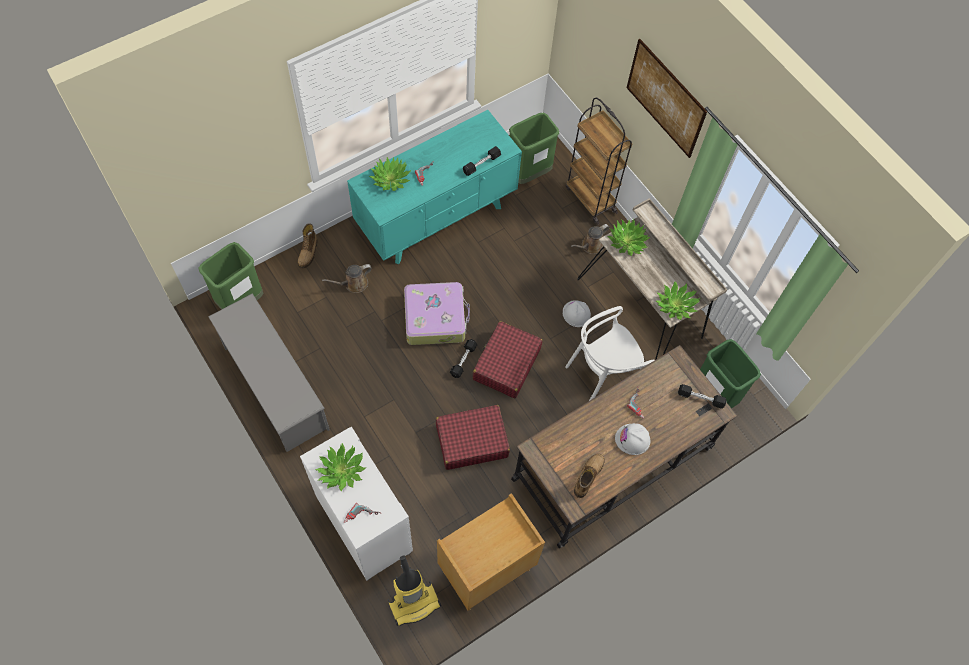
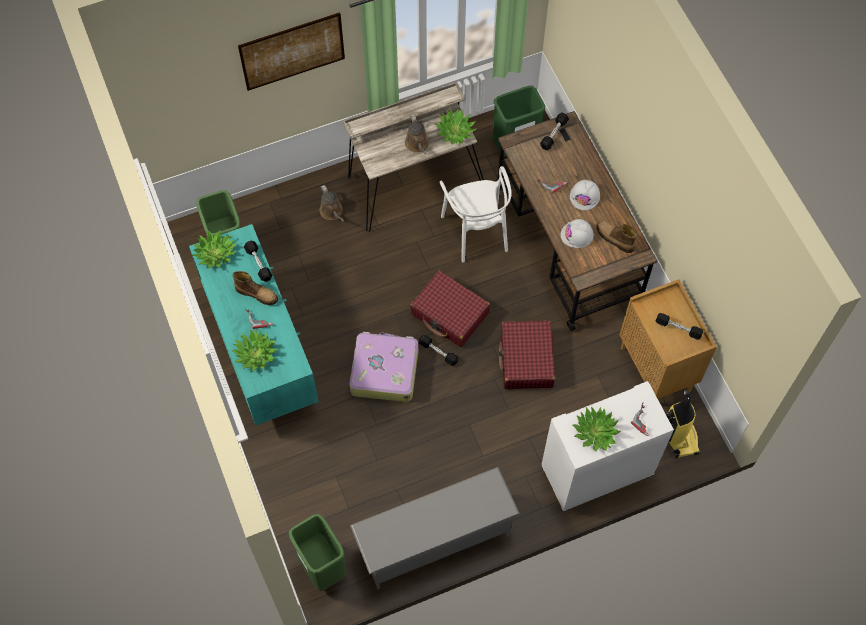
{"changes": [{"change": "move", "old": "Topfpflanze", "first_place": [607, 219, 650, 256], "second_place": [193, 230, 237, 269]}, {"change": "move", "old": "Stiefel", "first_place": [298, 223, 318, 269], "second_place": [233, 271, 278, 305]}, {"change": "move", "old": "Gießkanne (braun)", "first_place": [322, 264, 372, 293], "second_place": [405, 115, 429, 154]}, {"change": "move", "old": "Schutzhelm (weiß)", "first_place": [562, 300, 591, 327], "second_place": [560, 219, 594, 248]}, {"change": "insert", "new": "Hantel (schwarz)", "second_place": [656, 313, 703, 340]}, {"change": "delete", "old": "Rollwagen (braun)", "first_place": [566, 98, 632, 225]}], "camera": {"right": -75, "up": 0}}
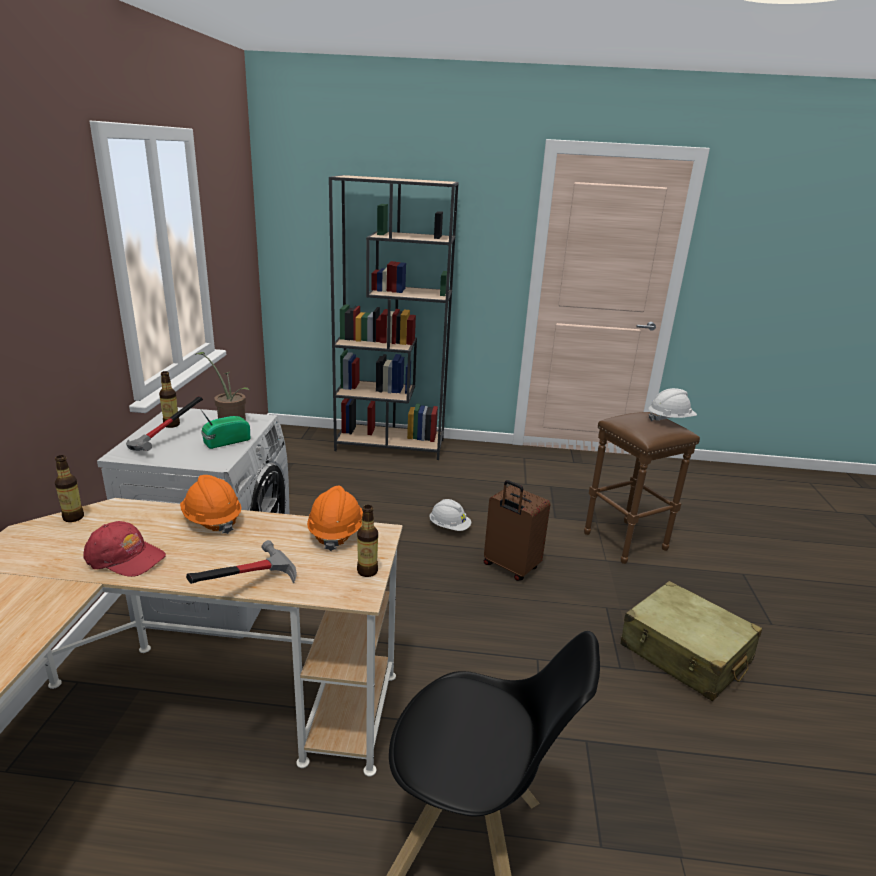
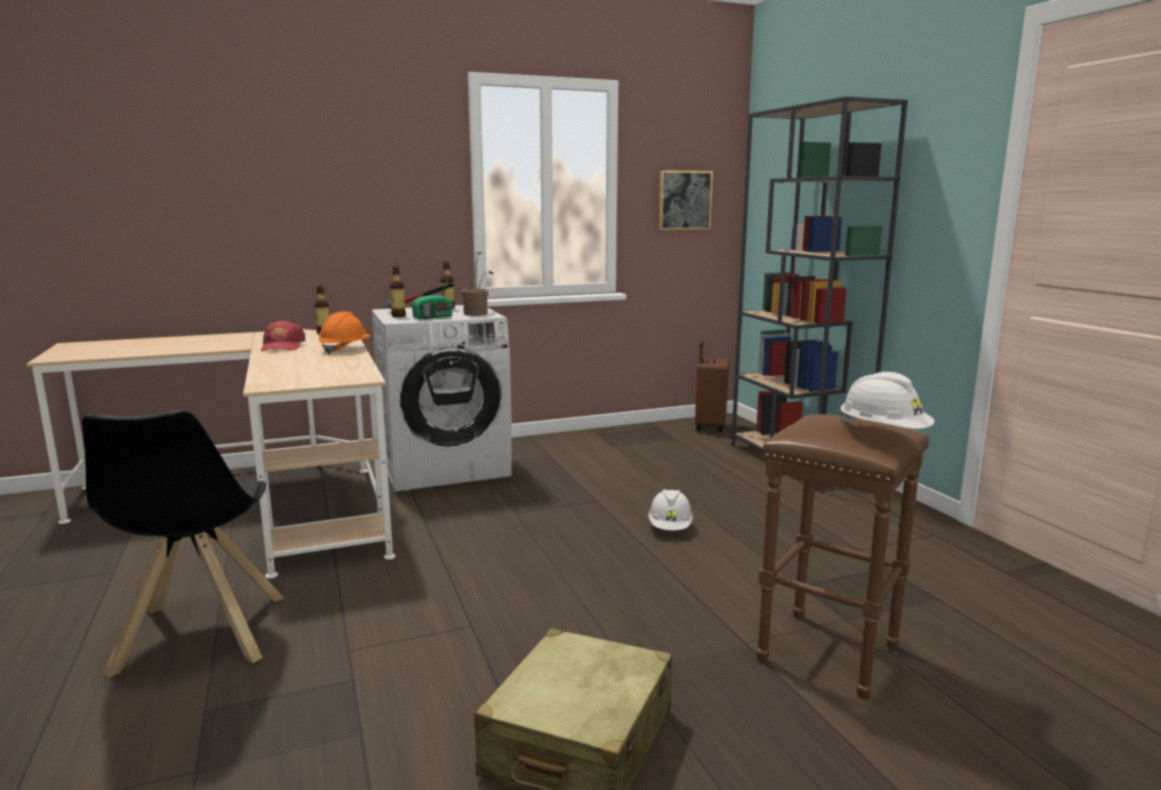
{"changes": [{"change": "move", "old": "Flasche", "first_place": [357, 505, 378, 577], "second_place": [390, 265, 406, 317]}, {"change": "rotate", "old": "Radio", "first_place": [201, 410, 250, 449], "second_place": [412, 279, 453, 319], "degrees": 120}, {"change": "insert", "new": "Bild", "second_place": [659, 170, 713, 230]}, {"change": "move", "old": "Koffer (braun)", "first_place": [484, 480, 550, 581], "second_place": [695, 341, 729, 432]}, {"change": "delete", "old": "Hammer", "first_place": [186, 540, 297, 584]}, {"change": "delete", "old": "Schutzhelm (orange)", "first_place": [307, 486, 363, 551]}], "camera": {"right": 65, "up": -10}}
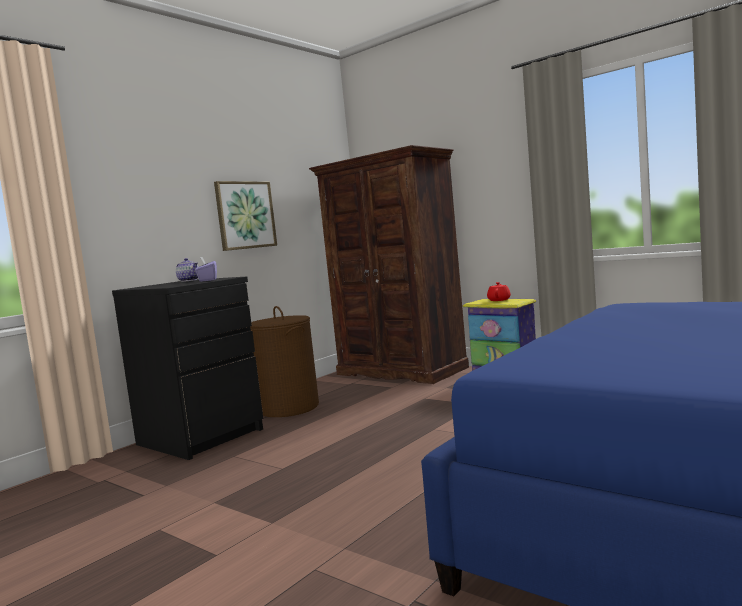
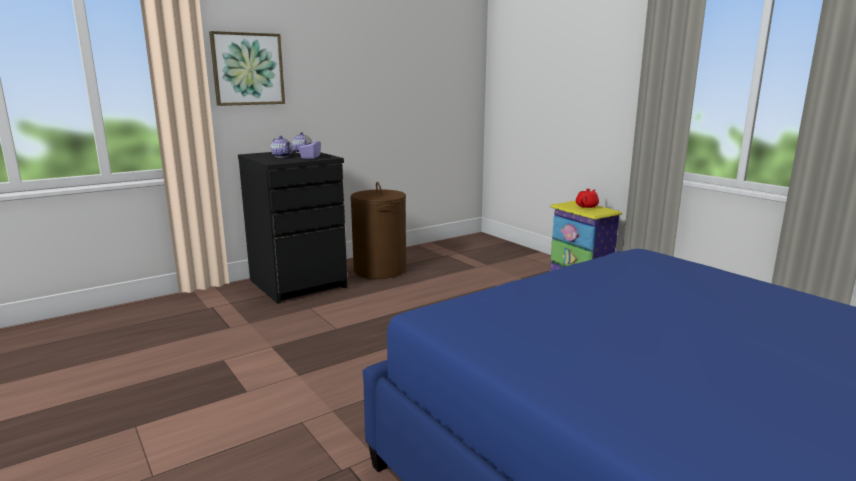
{"changes": [{"change": "move", "old": "Bild", "first_place": [214, 181, 277, 251], "second_place": [209, 31, 285, 106]}, {"change": "insert", "new": "Teekanne", "second_place": [271, 136, 293, 157]}, {"change": "delete", "old": "Kleiderschrank (braun)", "first_place": [309, 145, 469, 384]}], "camera": {"right": 15, "up": 10}}
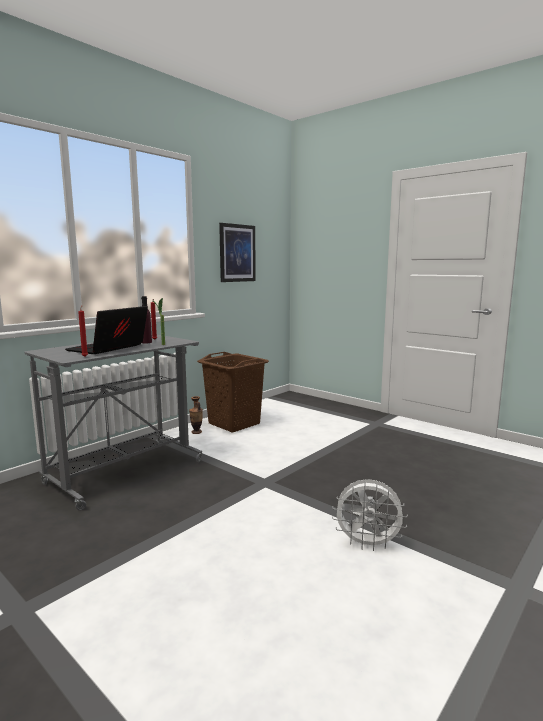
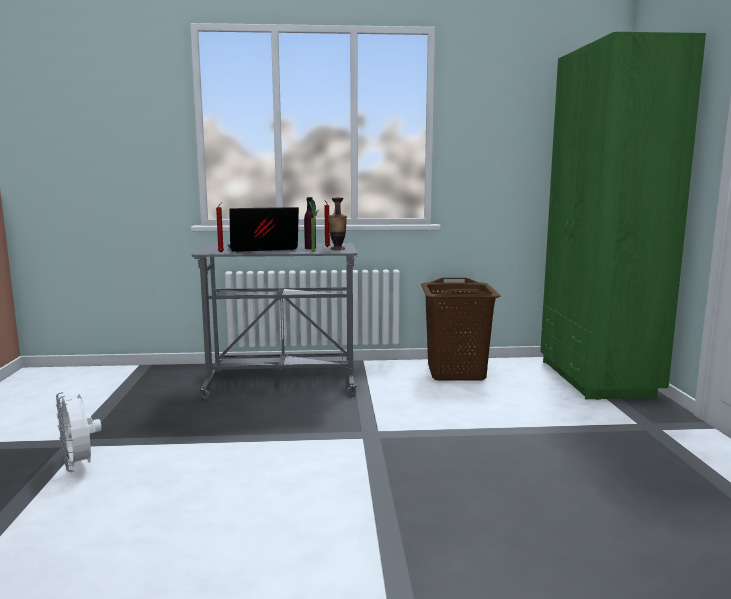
{"changes": [{"change": "move", "old": "Ventilator (weiß)", "first_place": [332, 479, 408, 551], "second_place": [56, 392, 102, 472]}, {"change": "move", "old": "Vase", "first_place": [189, 396, 203, 434], "second_place": [328, 198, 347, 250]}, {"change": "insert", "new": "Kleiderschrank (grün)", "second_place": [540, 32, 706, 400]}, {"change": "delete", "old": "Bild", "first_place": [219, 223, 256, 282]}], "camera": {"right": 45, "up": 0}}
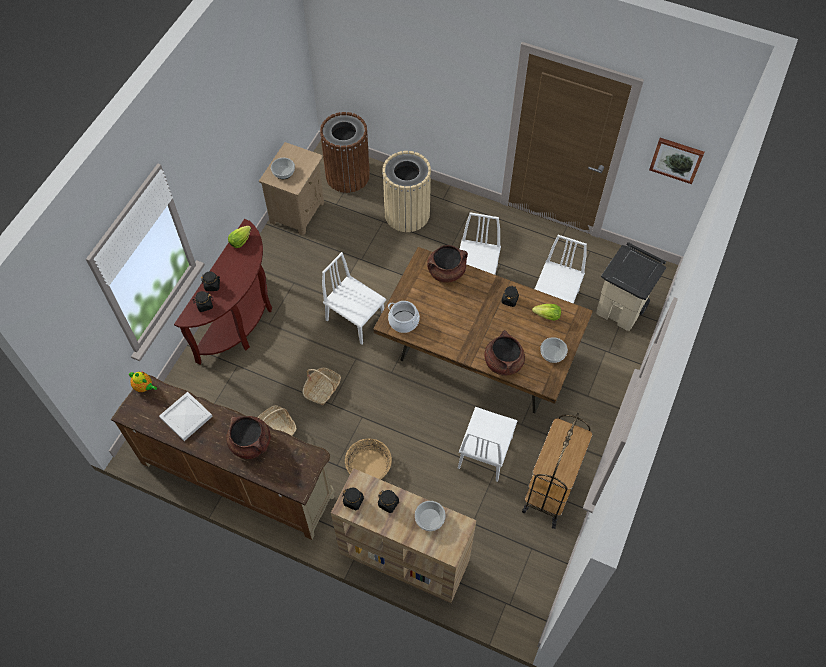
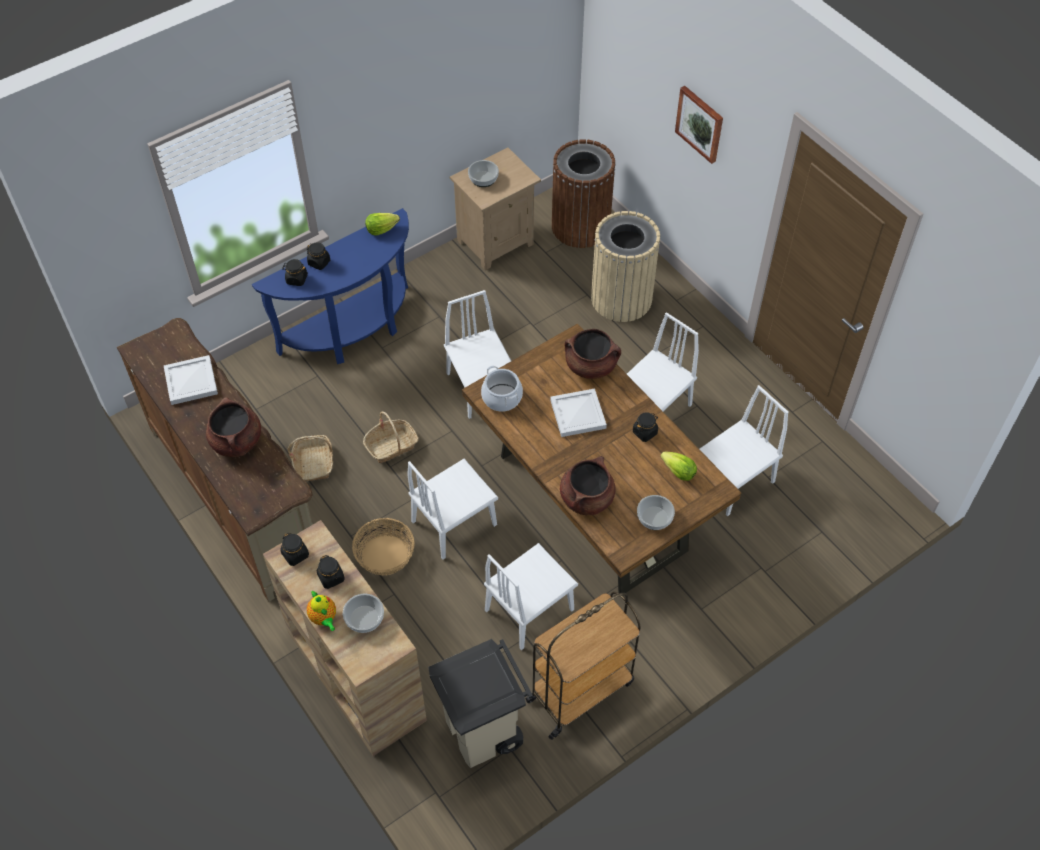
{"changes": [{"change": "recolor", "old": "Konsolentisch (braun)", "new": "Konsolentisch (blau)", "first_place": [174, 219, 272, 364], "second_place": [252, 208, 409, 364]}, {"change": "move", "old": "Teekanne", "first_place": [129, 371, 157, 392], "second_place": [307, 590, 336, 631]}, {"change": "insert", "new": "Stuhl (weiß)", "second_place": [407, 458, 498, 560]}, {"change": "move", "old": "Mülleimer (beige)", "first_place": [596, 242, 666, 331], "second_place": [428, 639, 533, 768]}, {"change": "insert", "new": "Tablett (weiß)", "second_place": [550, 389, 607, 437]}, {"change": "move", "old": "Bild", "first_place": [649, 138, 704, 184], "second_place": [675, 86, 723, 164]}], "camera": {"right": 30, "up": -5}}
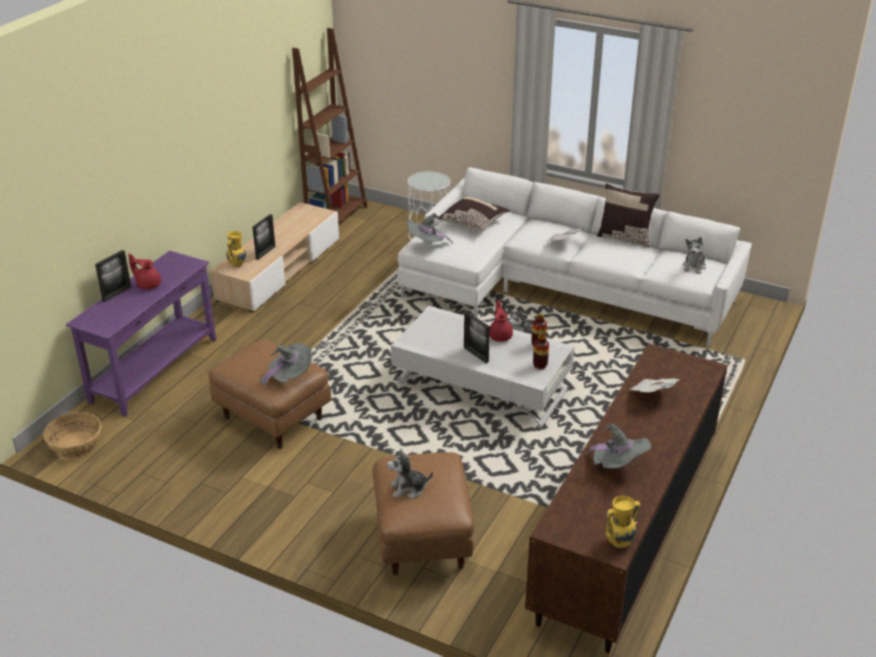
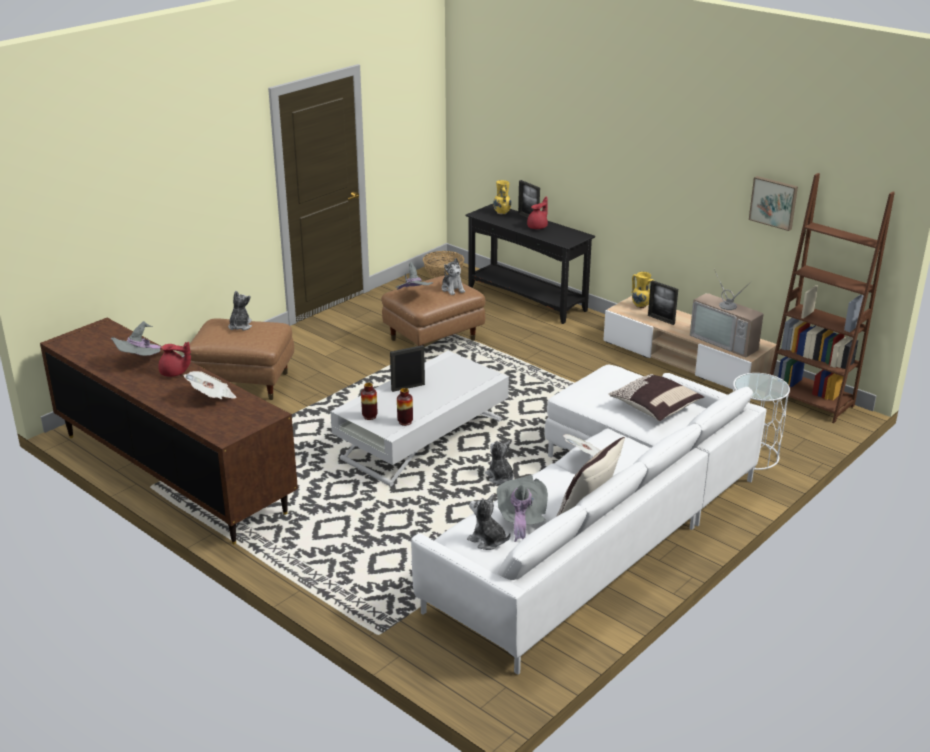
{"changes": [{"change": "move", "old": "Teekanne (rot)", "first_place": [490, 300, 513, 342], "second_place": [159, 342, 191, 377]}, {"change": "insert", "new": "Plüschtier", "second_place": [442, 258, 465, 295]}, {"change": "recolor", "old": "Konsolentisch (lila)", "new": "Konsolentisch (schwarz)", "first_place": [66, 251, 216, 417], "second_place": [465, 204, 595, 324]}, {"change": "move", "old": "Vase (gelb)", "first_place": [606, 496, 640, 548], "second_place": [493, 180, 511, 214]}, {"change": "move", "old": "Hut (grau)", "first_place": [407, 213, 453, 244], "second_place": [497, 475, 548, 542]}, {"change": "insert", "new": "Fernseher", "second_place": [690, 269, 763, 358]}, {"change": "insert", "new": "Bild", "second_place": [749, 176, 798, 231]}], "camera": {"right": 105, "up": -5}}
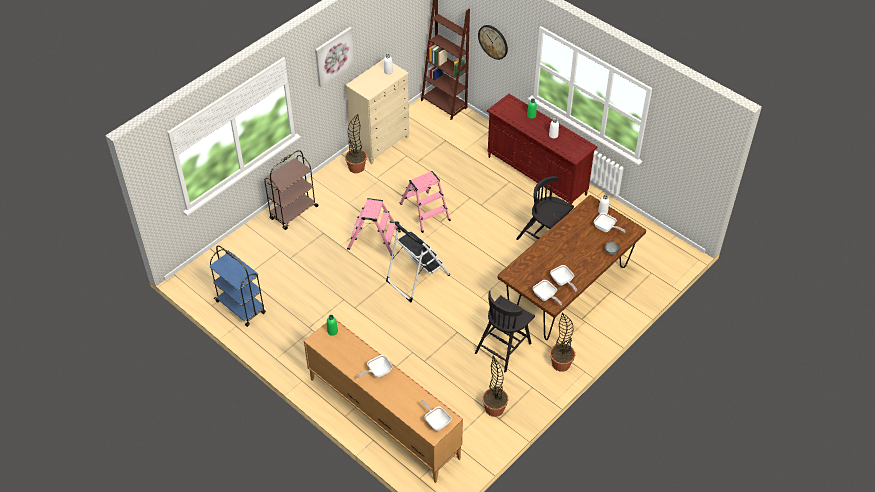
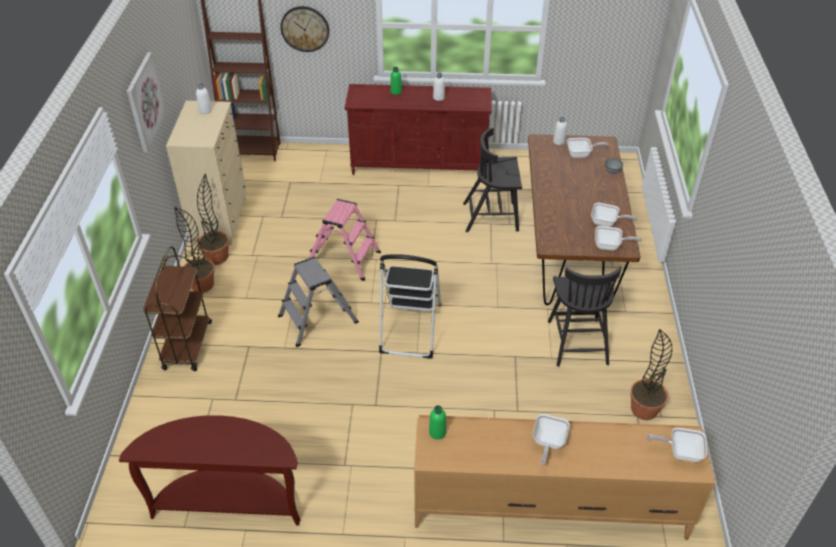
{"changes": [{"change": "replace", "old": "Rollwagen (blau)", "new": "Konsolentisch (braun)", "first_place": [210, 245, 266, 327], "second_place": [119, 415, 300, 526]}, {"change": "move", "old": "Topfpflanze", "first_place": [550, 313, 575, 372], "second_place": [174, 207, 215, 293]}, {"change": "recolor", "old": "Trittleiter (rosa)", "new": "Trittleiter (grau)", "first_place": [347, 198, 401, 256], "second_place": [278, 257, 359, 347]}], "camera": {"right": -40, "up": -5}}
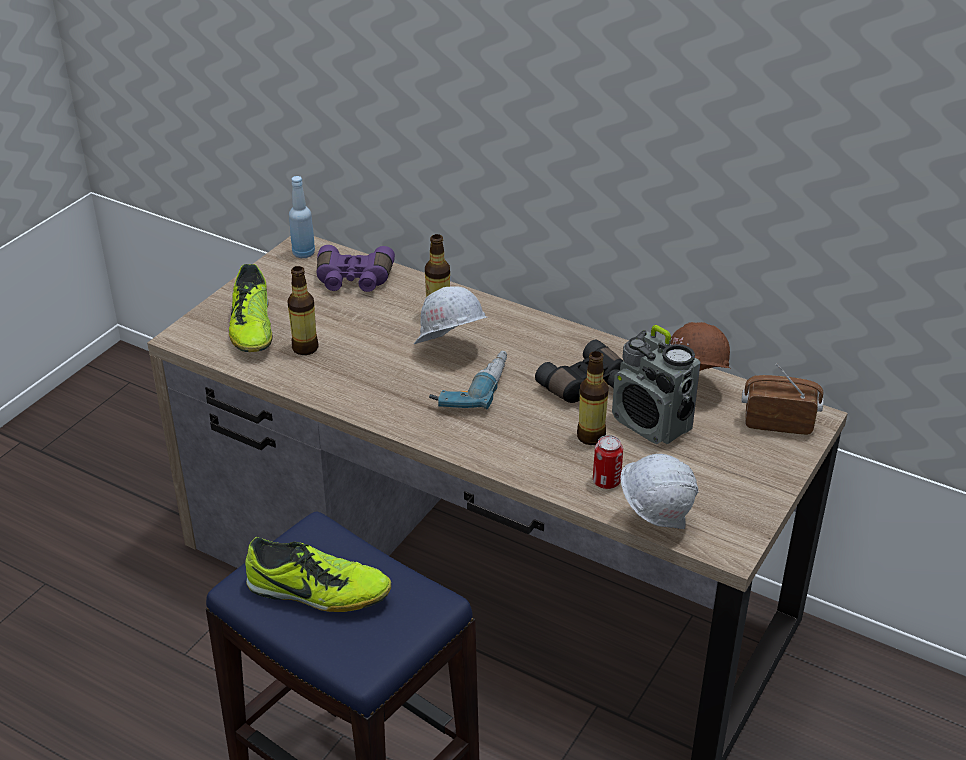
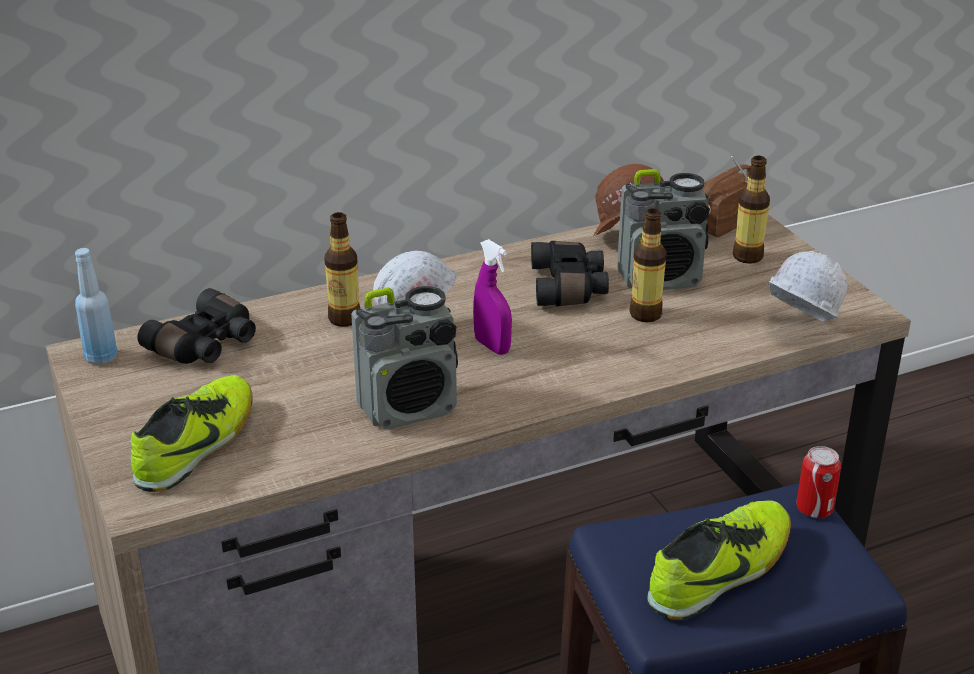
{"changes": [{"change": "rotate", "old": "Schuh", "first_place": [229, 264, 273, 352], "second_place": [131, 375, 253, 492], "degrees": -90}, {"change": "recolor", "old": "Fernglas (lila)", "new": "Fernglas (schwarz)", "first_place": [317, 245, 395, 292], "second_place": [137, 288, 256, 364]}, {"change": "insert", "new": "Radio", "second_place": [351, 286, 458, 429]}, {"change": "replace", "old": "Bohrmaschine", "new": "Sprühflasche (lila)", "first_place": [429, 351, 507, 409], "second_place": [473, 239, 512, 355]}, {"change": "move", "old": "Flasche", "first_place": [287, 266, 319, 355], "second_place": [733, 156, 770, 264]}, {"change": "move", "old": "Dose", "first_place": [593, 435, 623, 489], "second_place": [796, 446, 841, 518]}], "camera": {"right": -55, "up": -5}}
